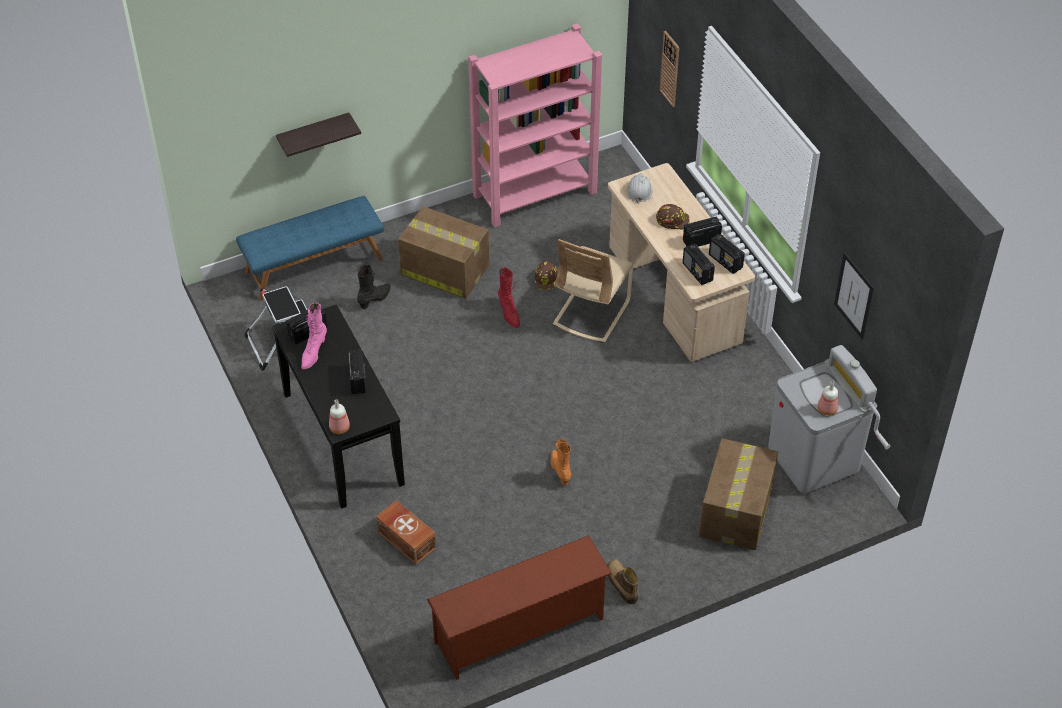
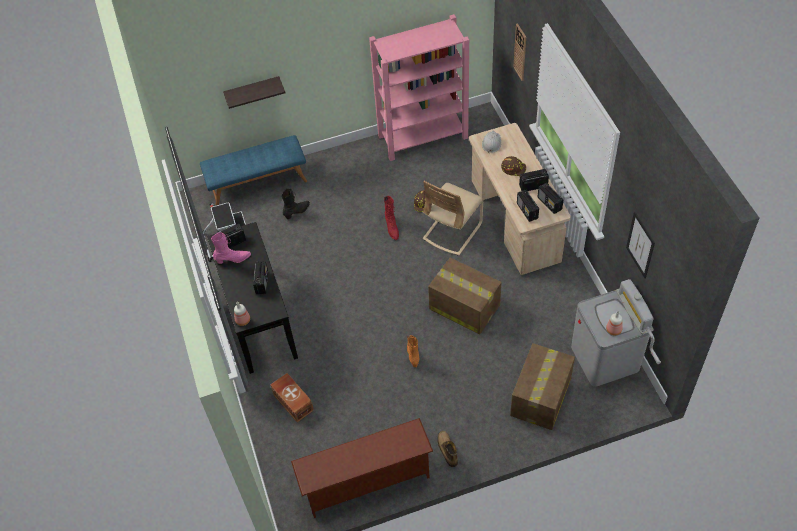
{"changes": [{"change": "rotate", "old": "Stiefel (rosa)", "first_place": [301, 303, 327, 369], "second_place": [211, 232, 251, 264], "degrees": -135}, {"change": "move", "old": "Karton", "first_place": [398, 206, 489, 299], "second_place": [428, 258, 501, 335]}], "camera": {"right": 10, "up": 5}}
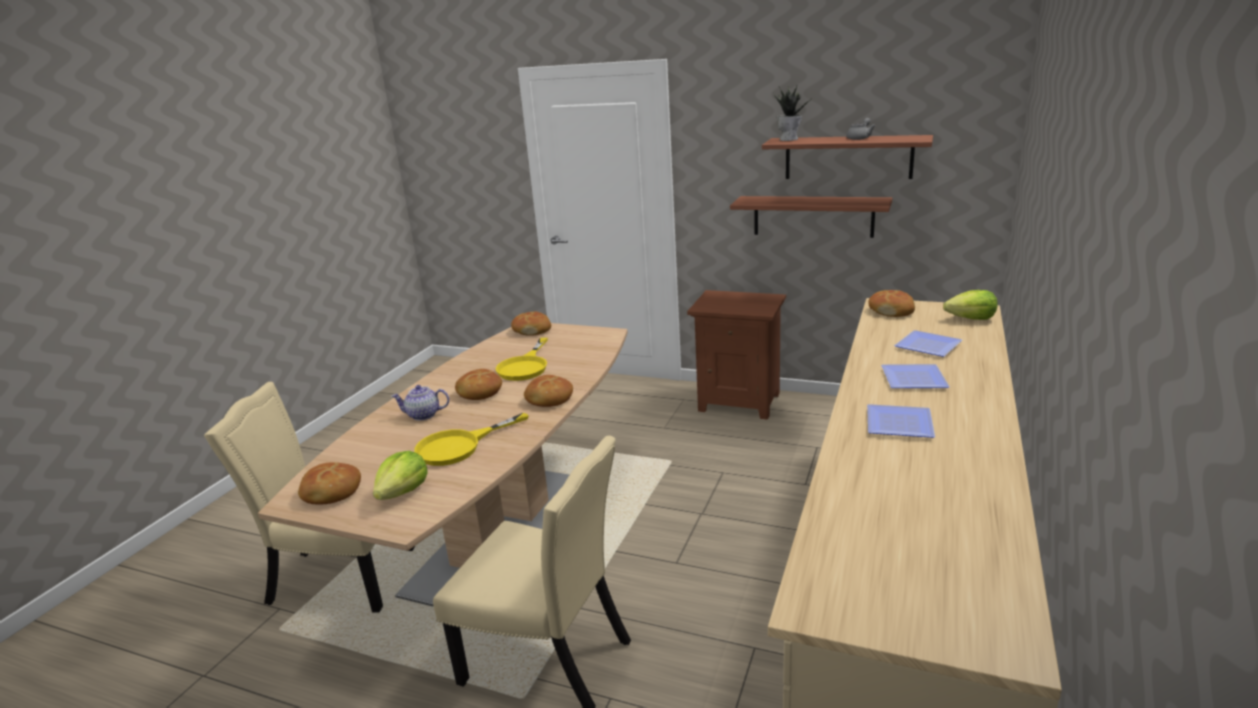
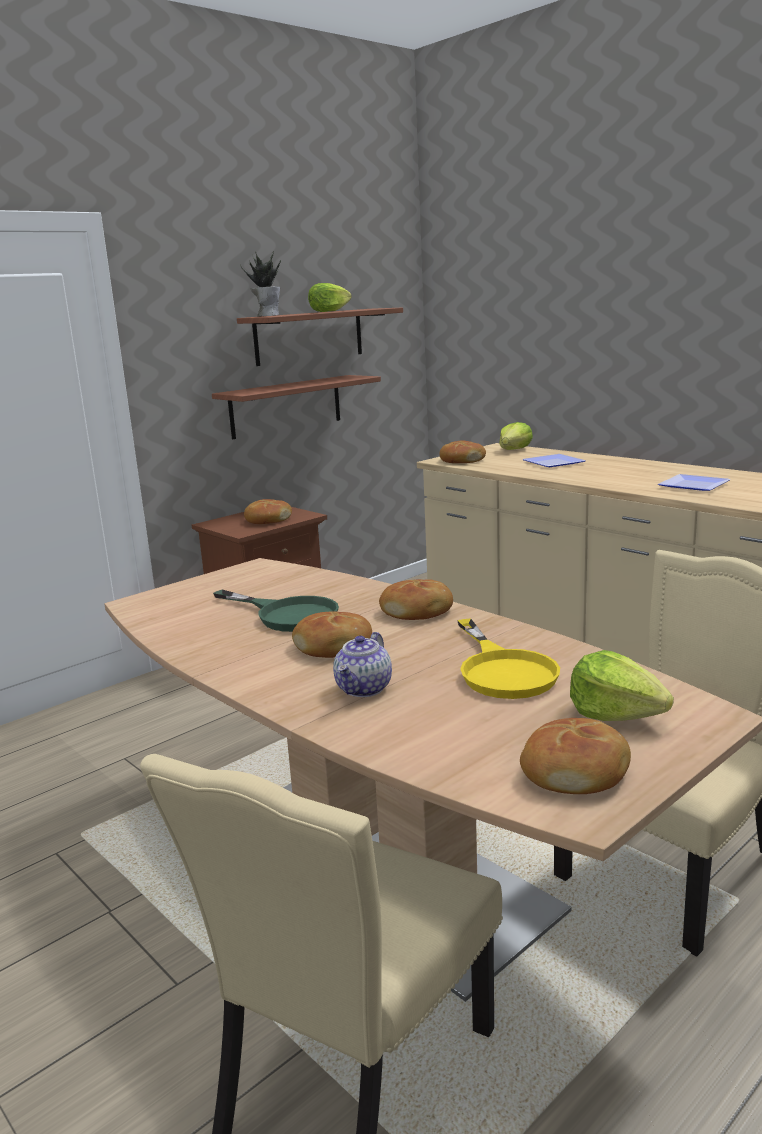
{"changes": [{"change": "recolor", "old": "Pfanne (gelb)", "new": "Pfanne (grün)", "first_place": [495, 338, 548, 381], "second_place": [213, 590, 339, 632]}, {"change": "move", "old": "Brot", "first_place": [511, 312, 551, 336], "second_place": [244, 499, 292, 524]}, {"change": "replace", "old": "Teekanne (grau)", "new": "Salatkopf", "first_place": [846, 118, 876, 140], "second_place": [308, 283, 352, 312]}, {"change": "delete", "old": "Teller", "first_place": [881, 364, 950, 388]}], "camera": {"right": -65, "up": -5}}
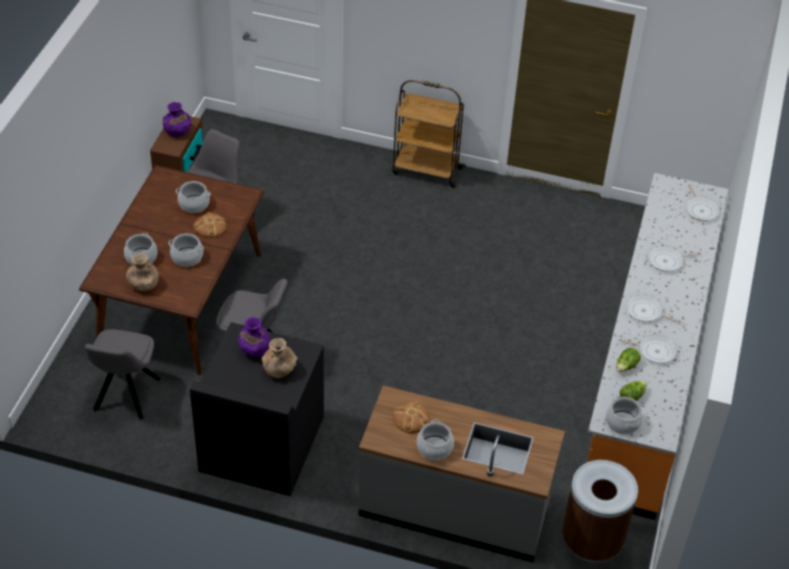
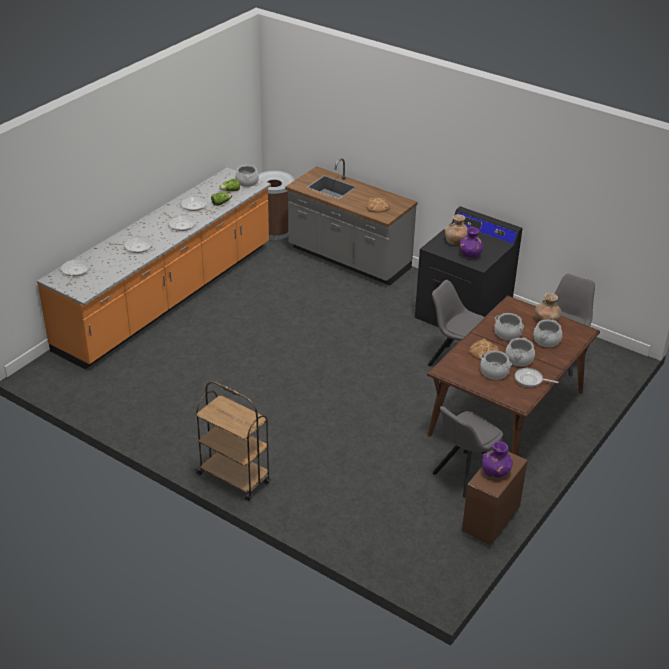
{"changes": [{"change": "move", "old": "Kochtopf", "first_place": [417, 420, 454, 460], "second_place": [505, 338, 535, 366]}, {"change": "insert", "new": "Pfanne", "second_place": [515, 368, 558, 387]}], "camera": {"right": -160, "up": -10}}
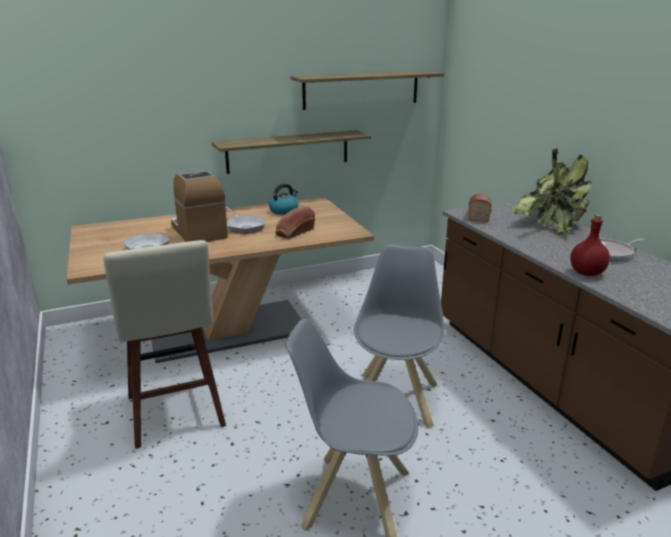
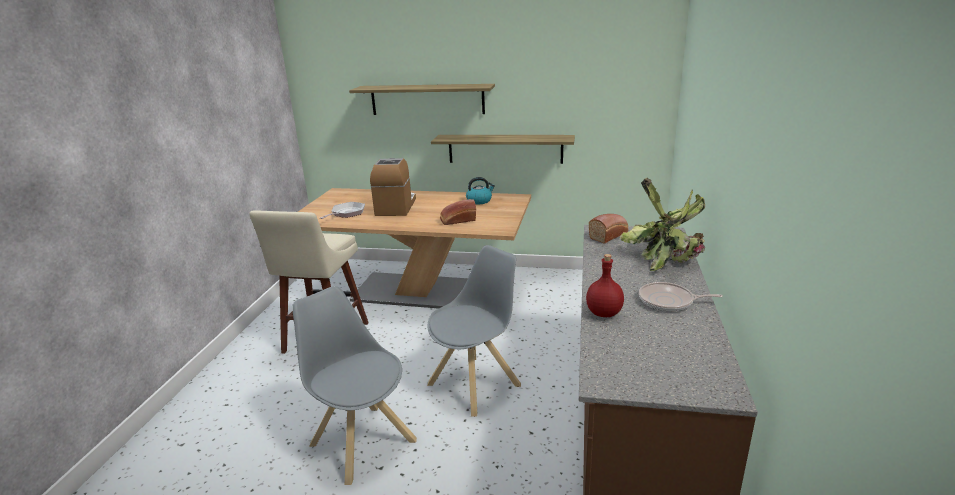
{"changes": [{"change": "move", "old": "Wandregal", "first_place": [290, 71, 444, 110], "second_place": [349, 84, 495, 115]}, {"change": "delete", "old": "Pfanne", "first_place": [226, 207, 265, 234]}], "camera": {"right": 35, "up": 0}}
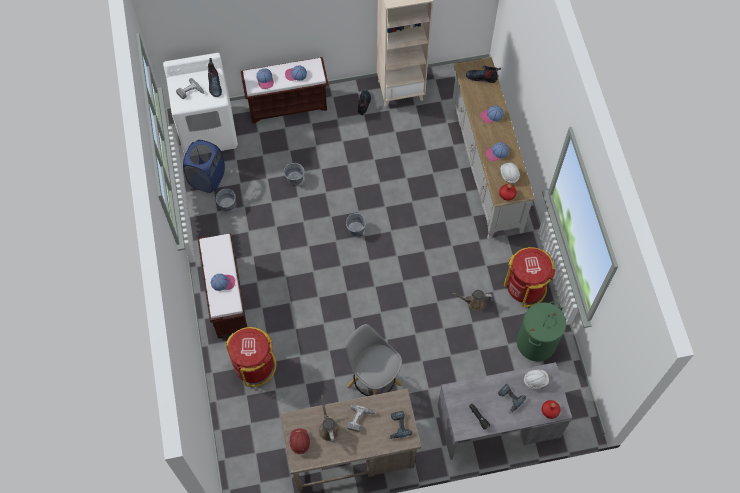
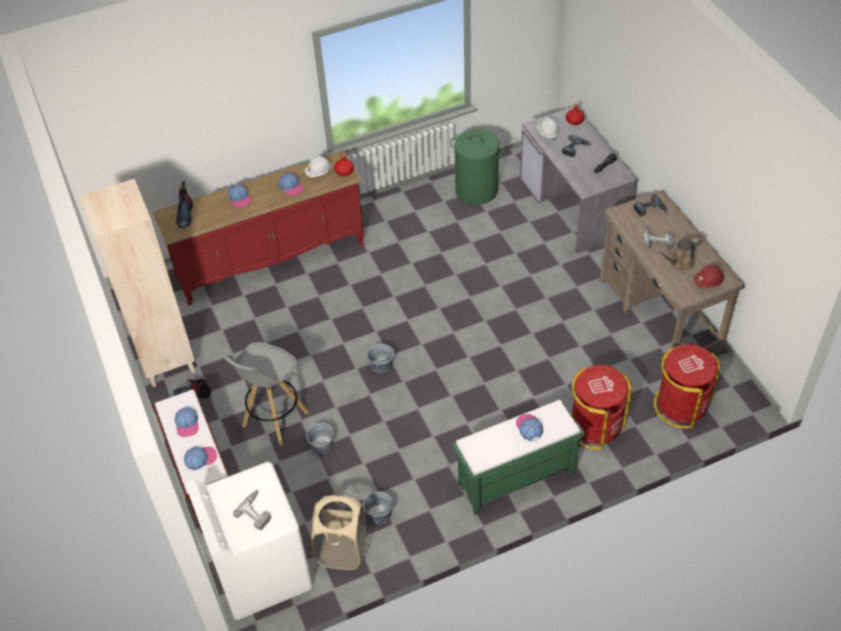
{"changes": [{"change": "recolor", "old": "Schrank (grau)", "new": "Schrank (rot)", "first_place": [452, 57, 535, 239], "second_place": [153, 151, 365, 306]}, {"change": "move", "old": "Hocker (grau)", "first_place": [346, 324, 402, 396], "second_place": [222, 342, 309, 446]}, {"change": "recolor", "old": "Wäschekorb (blau)", "new": "Wäschekorb (beige)", "first_place": [183, 140, 225, 193], "second_place": [311, 495, 367, 570]}, {"change": "recolor", "old": "Bank (braun)", "new": "Bank (grün)", "first_place": [197, 233, 247, 339], "second_place": [452, 400, 584, 515]}, {"change": "move", "old": "Mülleimer (rot)", "first_place": [504, 247, 555, 307], "second_place": [654, 344, 721, 429]}, {"change": "delete", "old": "Stiefel", "first_place": [208, 58, 222, 97]}, {"change": "delete", "old": "Gießkanne (braun)", "first_place": [452, 290, 492, 311]}], "camera": {"right": -100, "up": -15}}
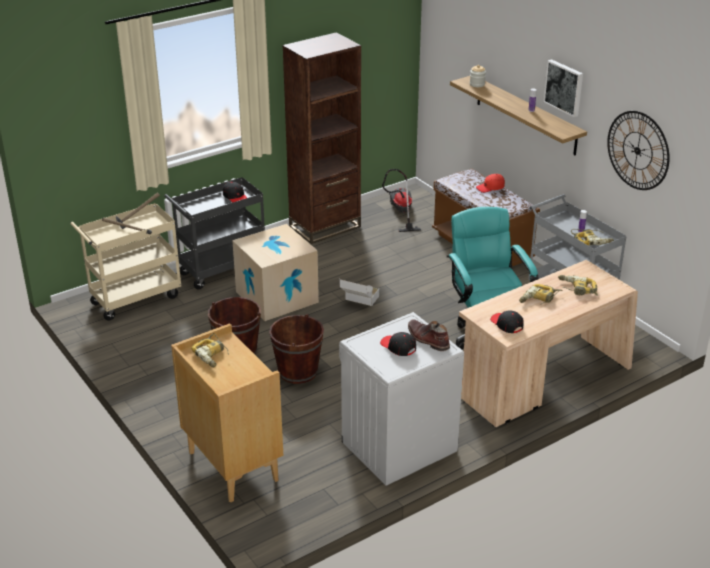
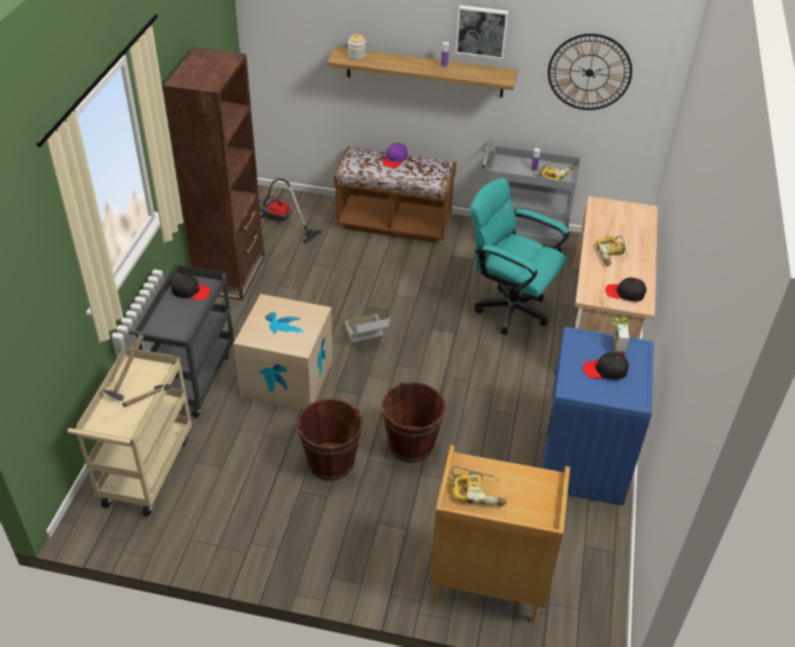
{"changes": [{"change": "recolor", "old": "Kappe (rot)", "new": "Kappe (lila)", "first_place": [476, 174, 505, 193], "second_place": [382, 143, 408, 168]}, {"change": "recolor", "old": "Waschmaschine (weiß)", "new": "Waschmaschine (blau)", "first_place": [339, 312, 464, 486], "second_place": [542, 327, 654, 505]}, {"change": "replace", "old": "Stiefel (braun)", "new": "Topfpflanze", "first_place": [408, 319, 450, 351], "second_place": [612, 317, 629, 356]}, {"change": "delete", "old": "Bohrmaschine", "first_place": [558, 275, 598, 296]}], "camera": {"right": -45, "up": 10}}
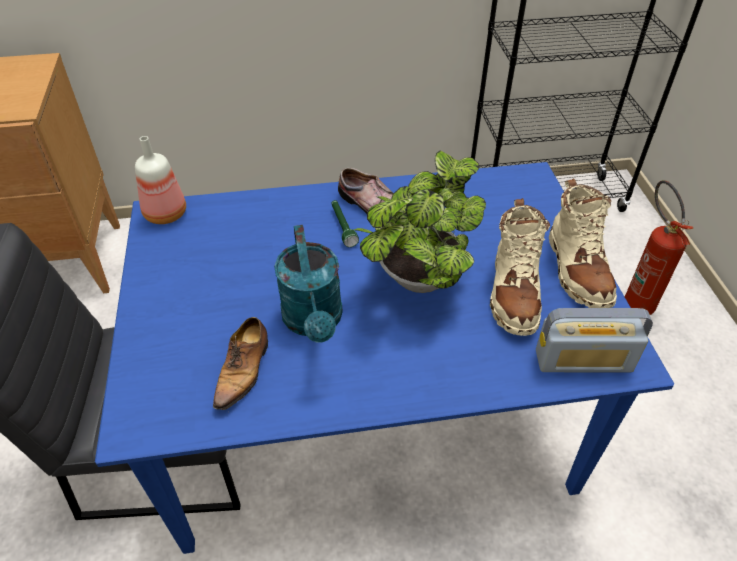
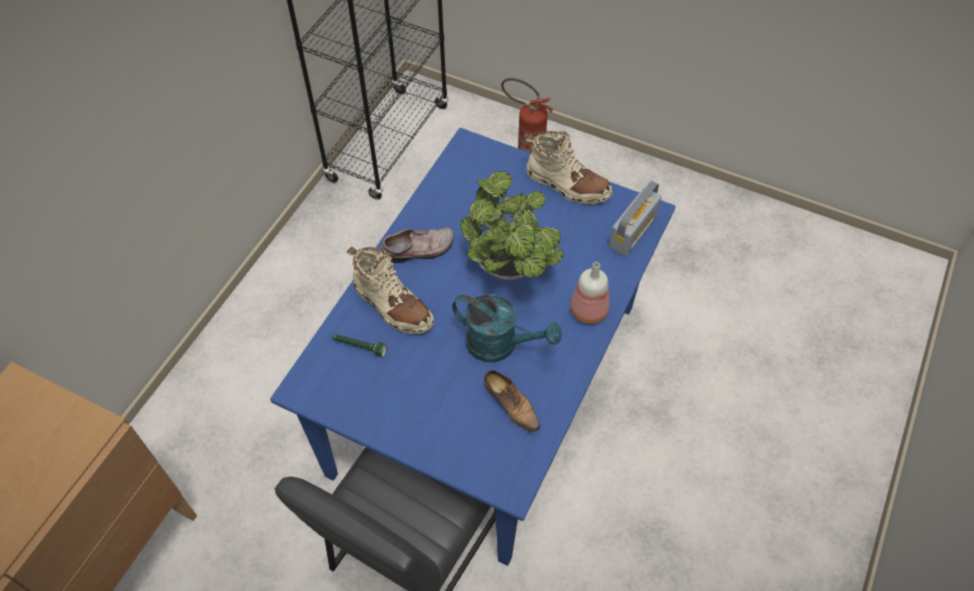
{"changes": [{"change": "move", "old": "Taschenlampe (grün)", "first_place": [331, 200, 359, 247], "second_place": [332, 334, 387, 357]}, {"change": "move", "old": "Stiefel (beige)", "first_place": [490, 198, 550, 336], "second_place": [347, 247, 434, 334]}, {"change": "move", "old": "Flasche", "first_place": [135, 136, 186, 224], "second_place": [570, 262, 610, 324]}], "camera": {"right": -55, "up": 10}}
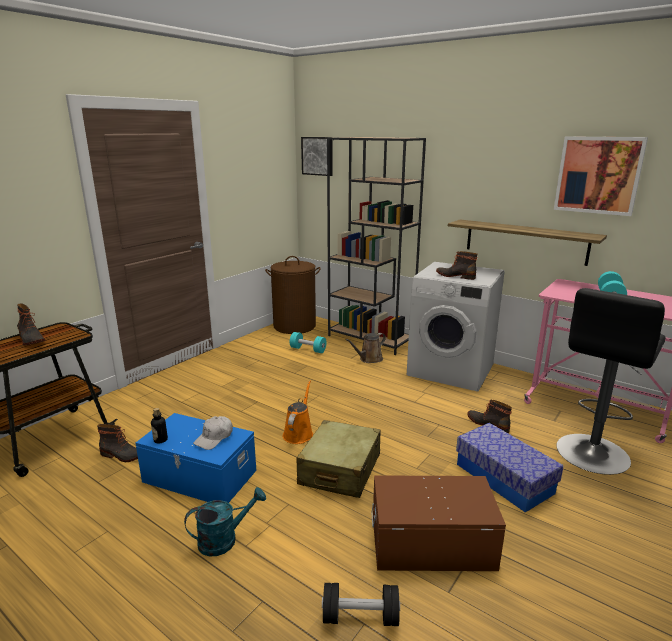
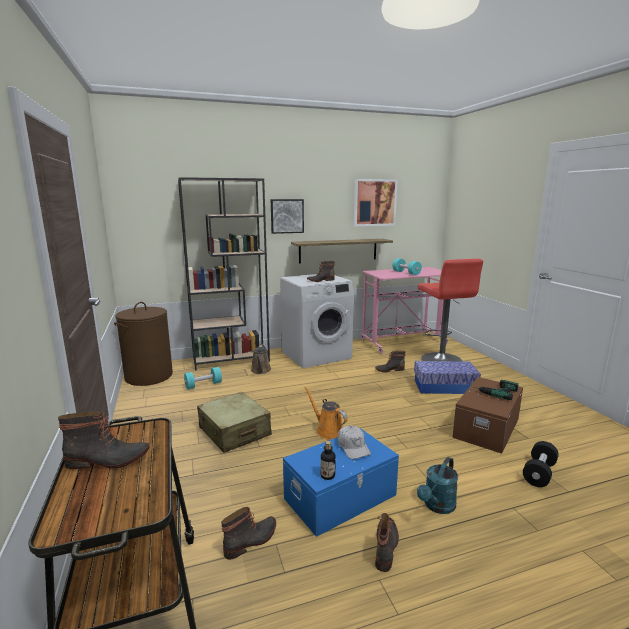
{"changes": [{"change": "move", "old": "Koffer (beige)", "first_place": [296, 420, 380, 498], "second_place": [197, 392, 272, 453]}, {"change": "move", "old": "Bild", "first_place": [301, 137, 333, 176], "second_place": [271, 199, 304, 234]}, {"change": "insert", "new": "Stiefel", "second_place": [375, 513, 399, 572]}, {"change": "rotate", "old": "Gießkanne (türkis)", "first_place": [184, 487, 266, 557], "second_place": [417, 457, 458, 514], "degrees": -150}, {"change": "recolor", "old": "Hocker (schwarz)", "new": "Hocker (rot)", "first_place": [556, 288, 665, 475], "second_place": [418, 259, 483, 361]}, {"change": "insert", "new": "Bohrmaschine", "second_place": [474, 380, 519, 400]}], "camera": {"right": -55, "up": -5}}
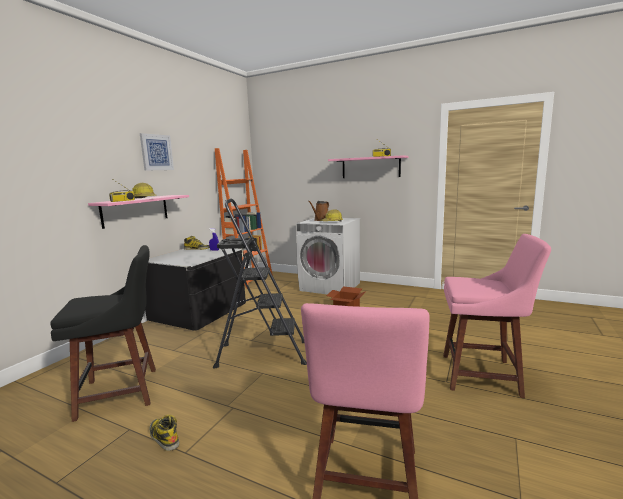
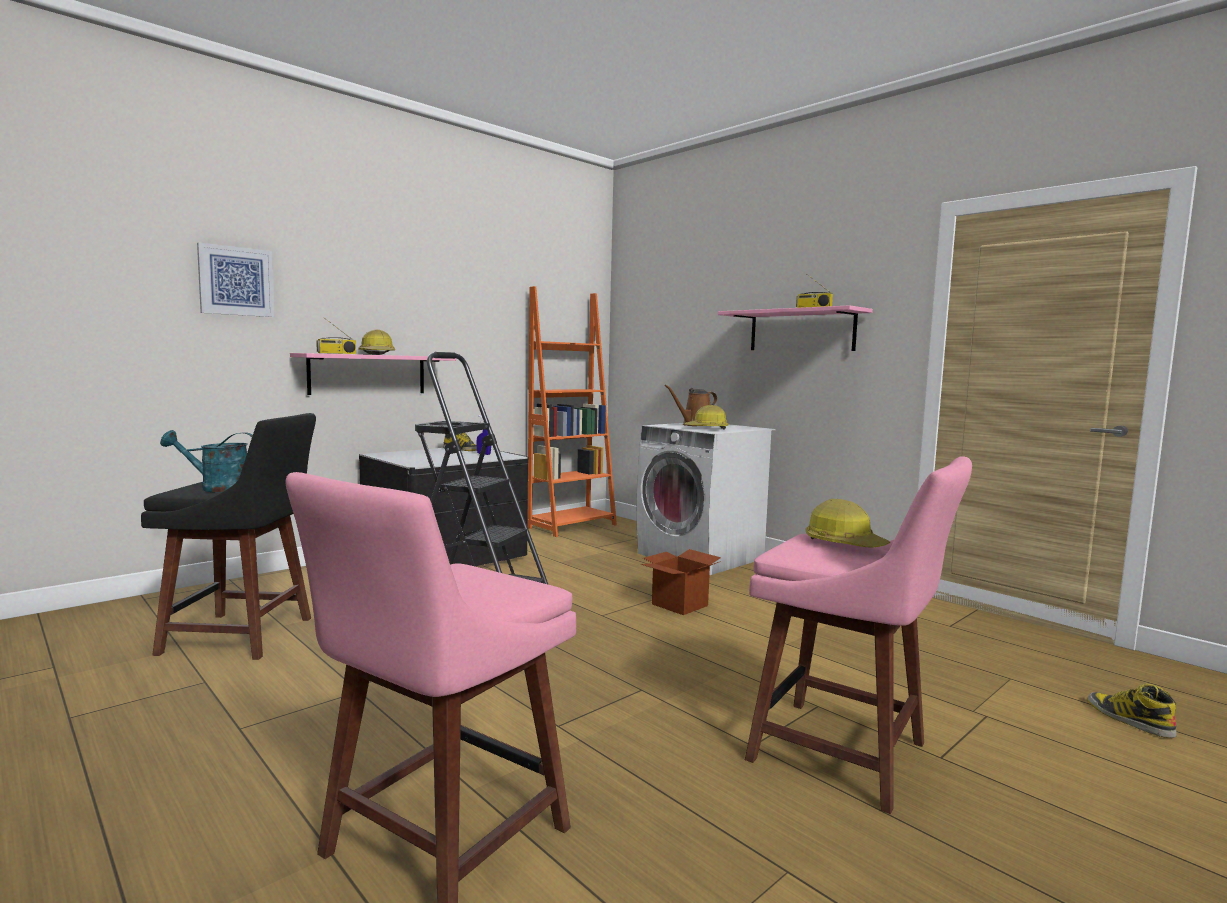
{"changes": [{"change": "insert", "new": "Gießkanne (türkis)", "second_place": [160, 430, 253, 493]}, {"change": "move", "old": "Bild", "first_place": [140, 133, 174, 171], "second_place": [197, 242, 275, 317]}, {"change": "insert", "new": "Schutzhelm", "second_place": [805, 499, 890, 548]}, {"change": "move", "old": "Stiefel", "first_place": [150, 415, 180, 451], "second_place": [1087, 684, 1177, 738]}], "camera": {"right": 20, "up": -5}}
